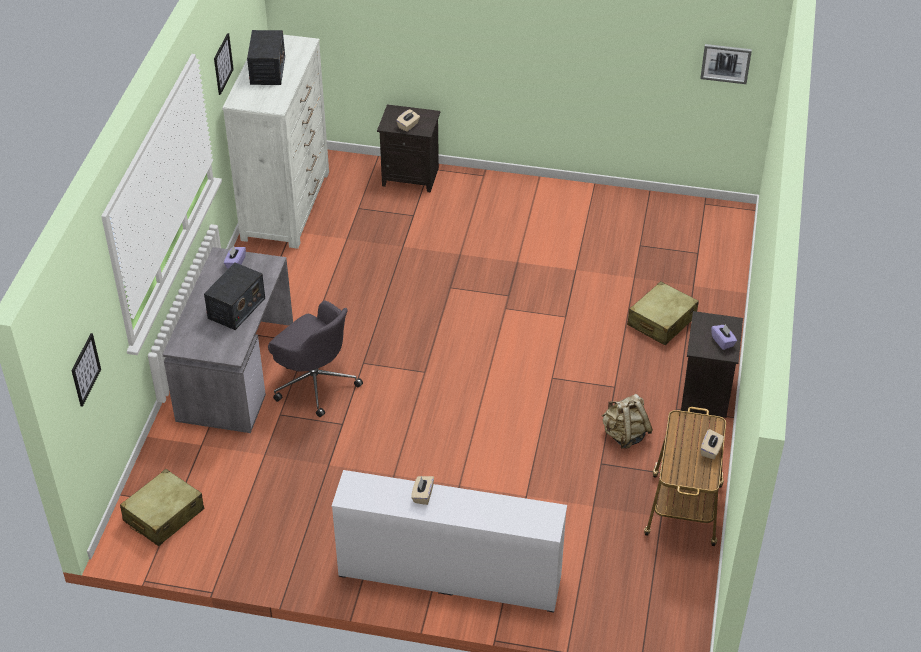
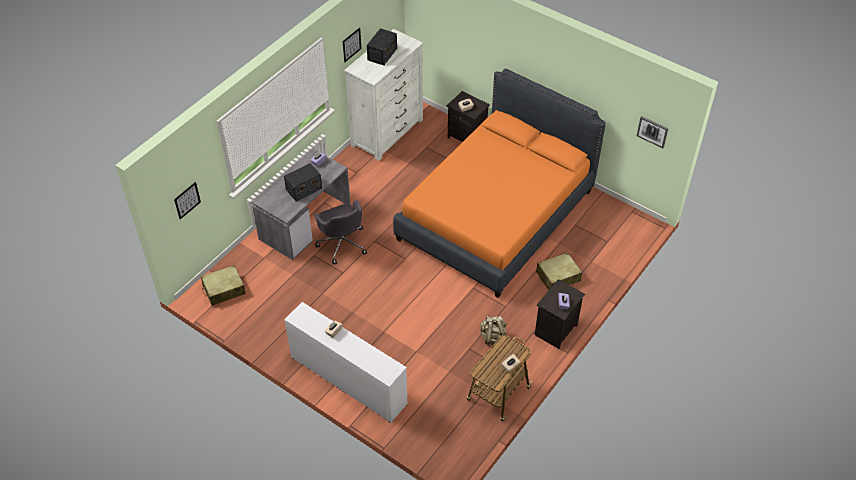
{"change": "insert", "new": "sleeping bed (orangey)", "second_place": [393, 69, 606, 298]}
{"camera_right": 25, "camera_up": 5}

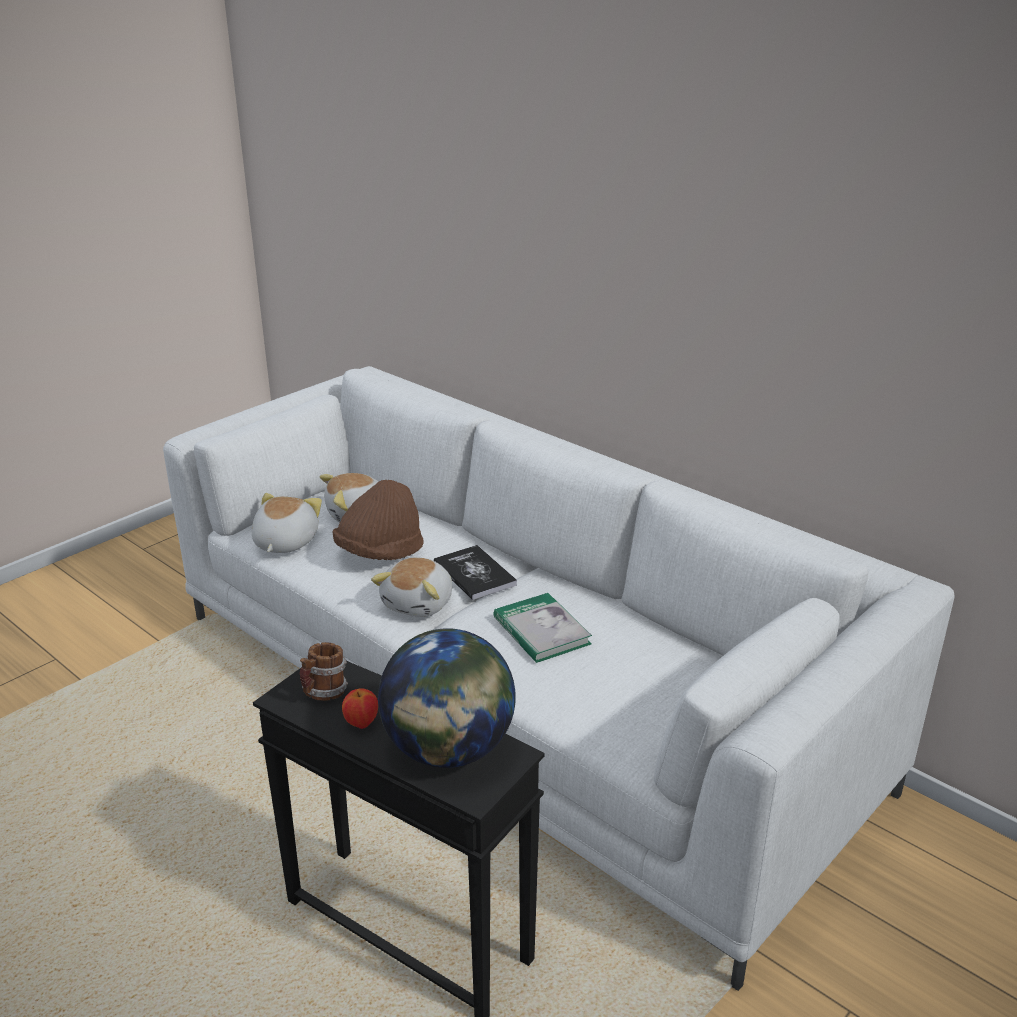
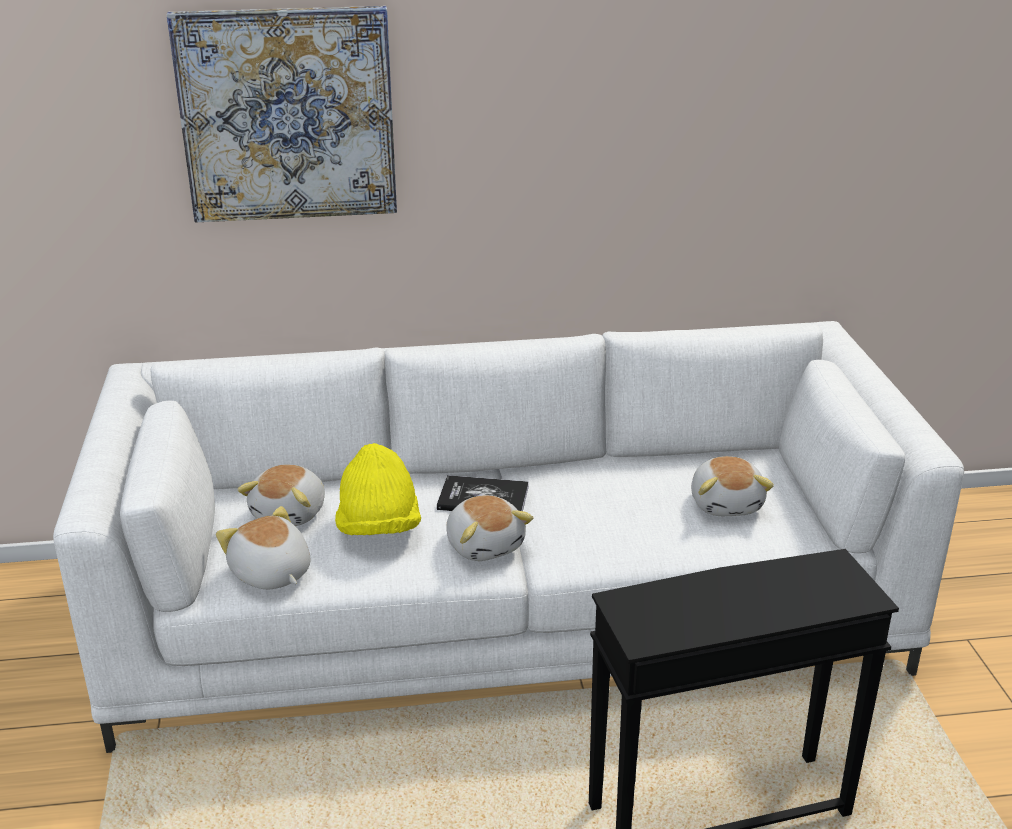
{"change": "insert", "new": "picture", "second_place": [167, 6, 397, 223]}
{"change": "recolor", "old": "wearable hat (brownish)", "new": "wearable hat (yellowish)", "first_place": [333, 480, 424, 560], "second_place": [335, 443, 421, 535]}
{"change": "insert", "new": "soft toy", "second_place": [691, 456, 774, 516]}
{"change": "delete", "old": "coffee mug", "first_place": [299, 642, 348, 701]}
{"change": "delete", "old": "whole apple", "first_place": [342, 688, 378, 729]}
{"change": "delete", "old": "world globe", "first_place": [378, 628, 516, 768]}
{"change": "delete", "old": "volume", "first_place": [494, 593, 592, 663]}
{"camera_right": -50, "camera_up": 0}

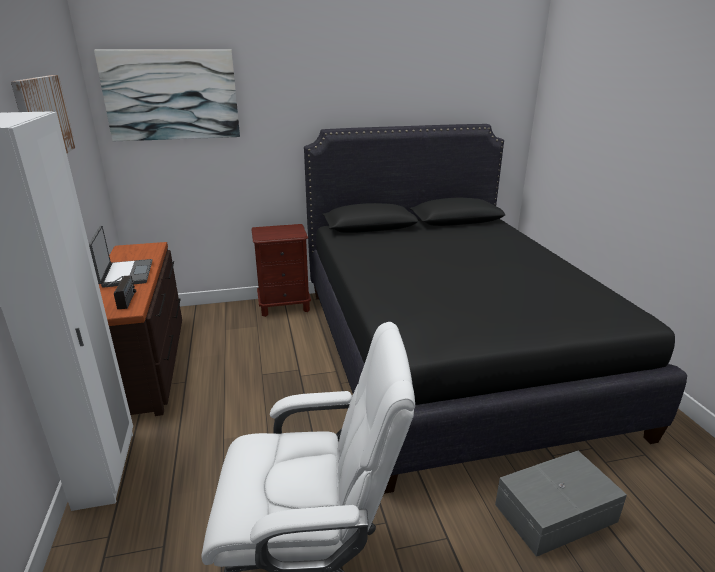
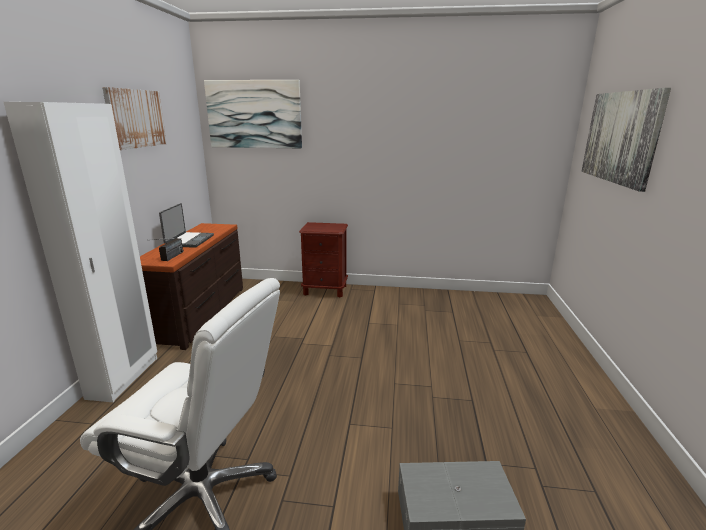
{"change": "insert", "new": "picture", "second_place": [581, 88, 671, 192]}
{"change": "delete", "old": "sleeping bed (black)", "first_place": [304, 124, 687, 494]}
{"camera_right": 20, "camera_up": -5}

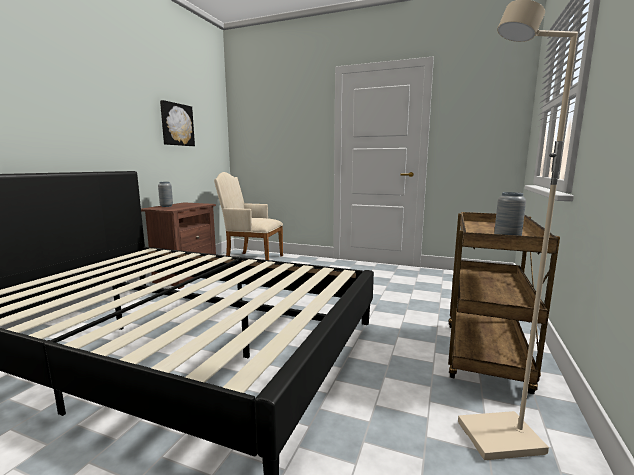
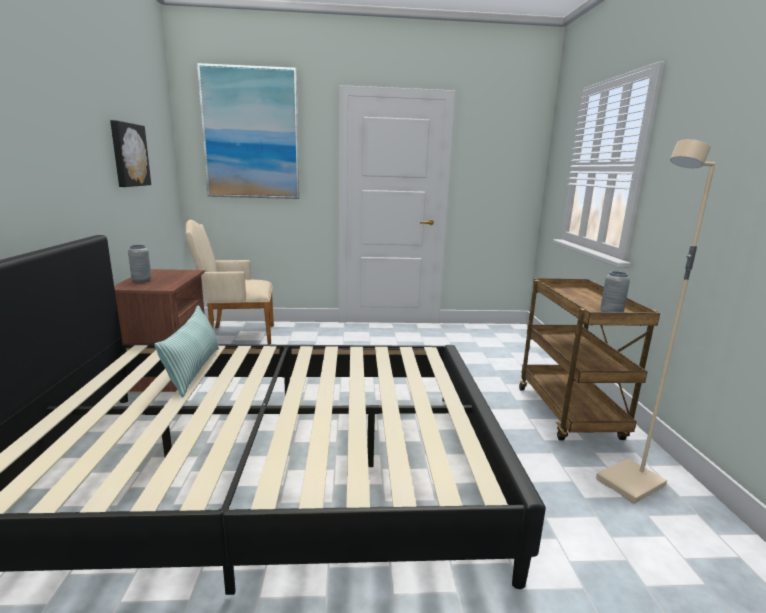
{"change": "insert", "new": "throw pillow", "second_place": [154, 305, 219, 397]}
{"change": "insert", "new": "picture", "second_place": [197, 63, 300, 199]}
{"camera_right": -25, "camera_up": 5}

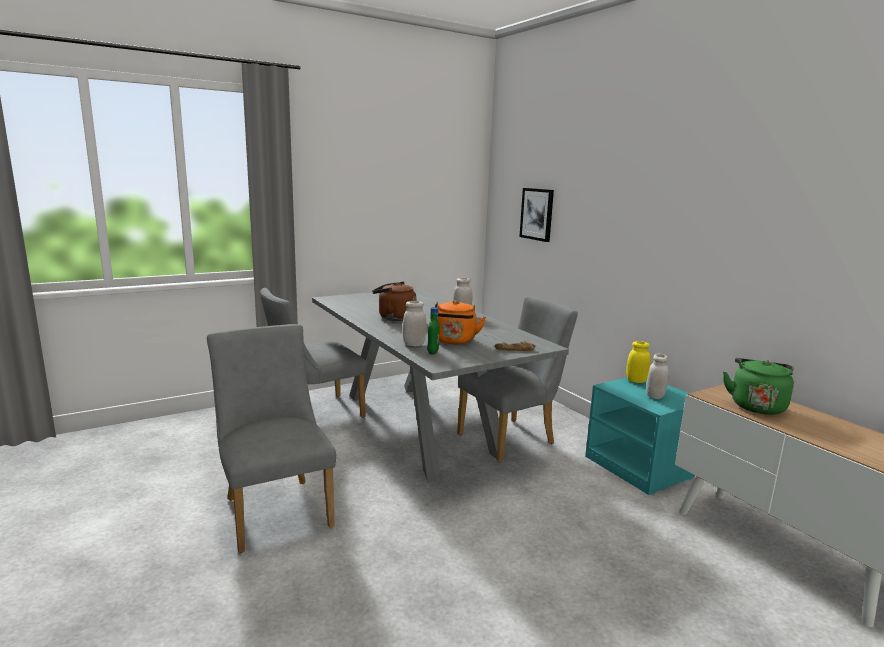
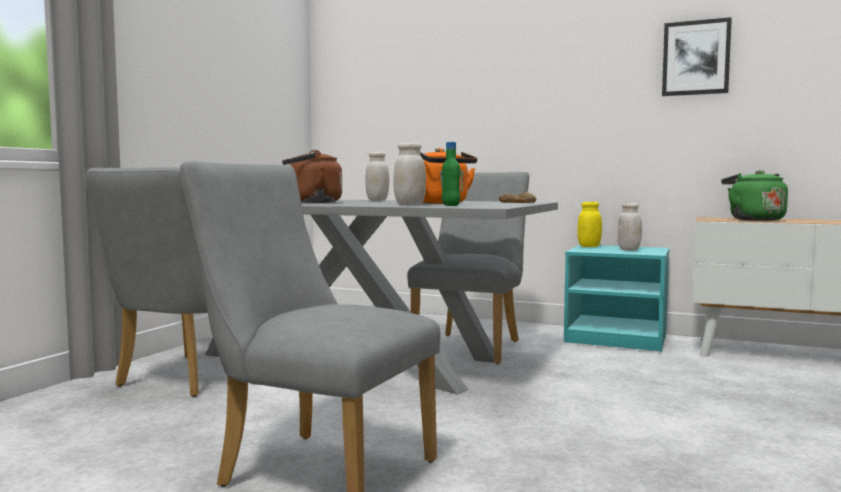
{"change": "move", "old": "picture", "first_place": [519, 188, 554, 242], "second_place": [662, 17, 732, 96]}
{"camera_right": -35, "camera_up": -10}

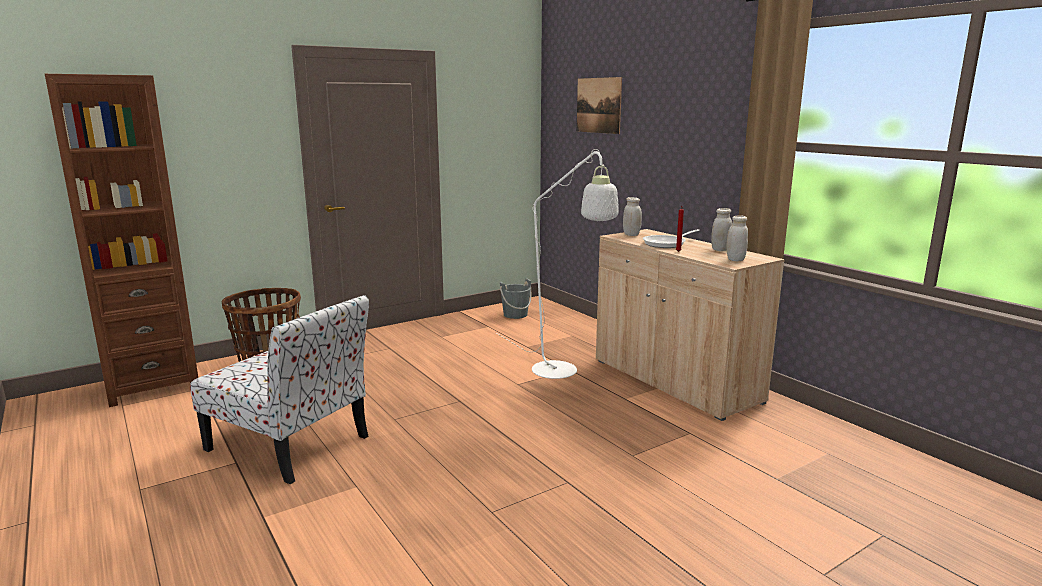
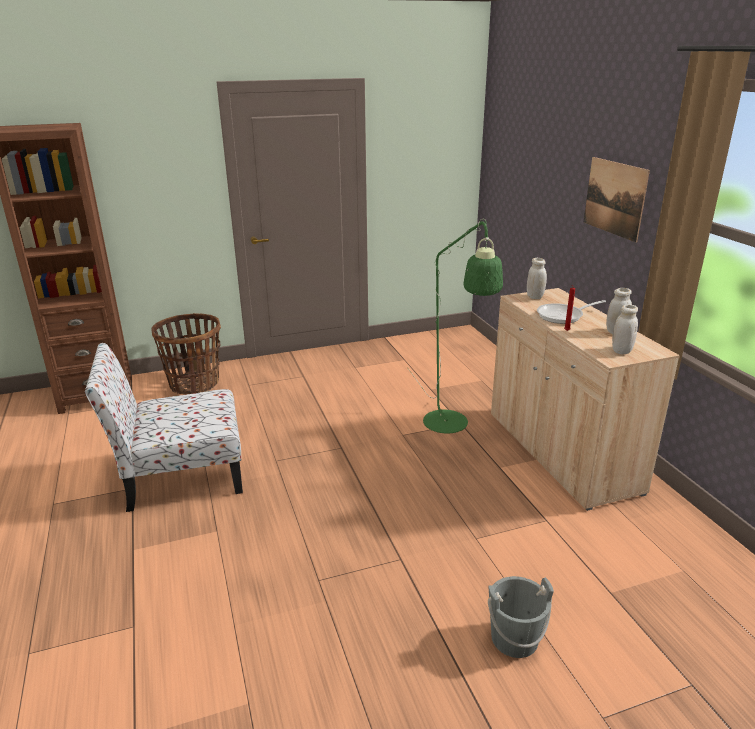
{"change": "rotate", "old": "plain chair", "first_place": [190, 295, 369, 484], "second_place": [85, 343, 243, 512], "degrees": 120}
{"change": "recolor", "old": "standard lamp (white-coloured)", "new": "standard lamp (greenish)", "first_place": [495, 149, 619, 379], "second_place": [408, 219, 503, 433]}
{"change": "move", "old": "bucket (gray)", "first_place": [500, 279, 531, 319], "second_place": [488, 576, 554, 658]}
{"change": "move", "old": "picture", "first_place": [577, 77, 622, 134], "second_place": [584, 157, 650, 242]}
{"camera_right": 15, "camera_up": 10}

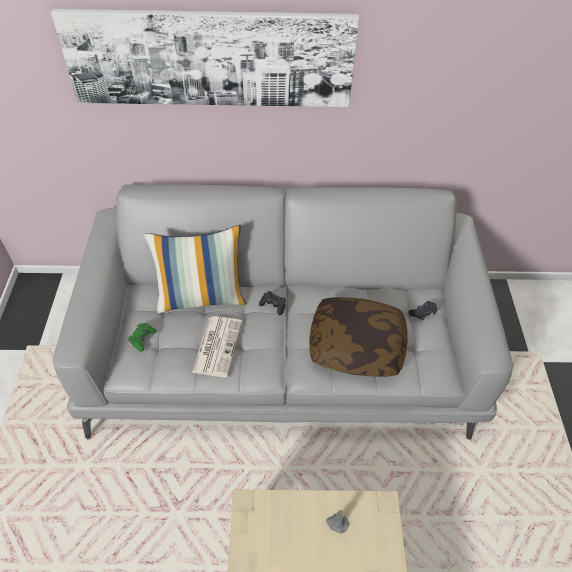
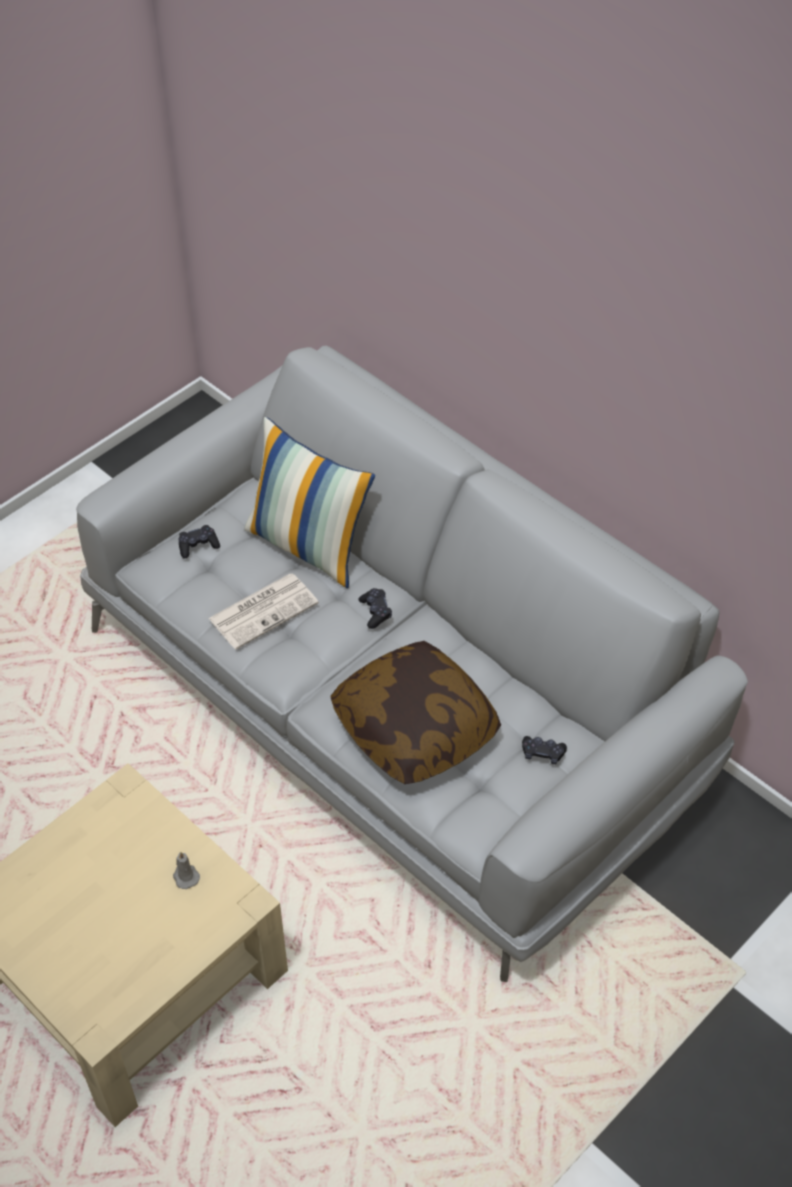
{"change": "recolor", "old": "gamepad (greenish)", "new": "gamepad (black)", "first_place": [128, 323, 157, 351], "second_place": [178, 525, 220, 559]}
{"change": "delete", "old": "picture", "first_place": [51, 9, 359, 107]}
{"camera_right": 45, "camera_up": 0}

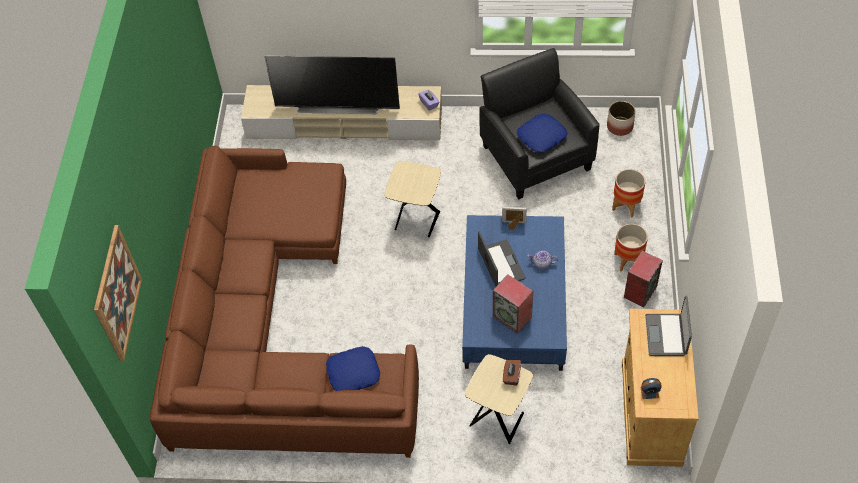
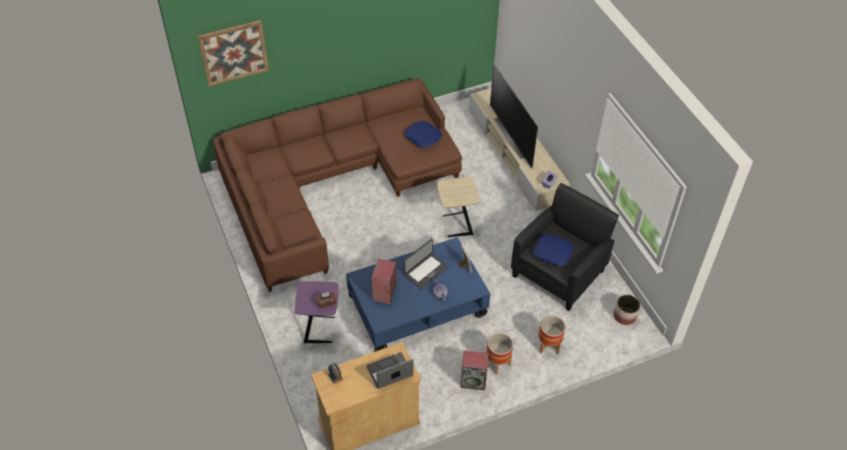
{"change": "recolor", "old": "side table (sand-coloured)", "new": "side table (purplish)", "first_place": [465, 354, 533, 444], "second_place": [295, 281, 339, 343]}
{"change": "move", "old": "throw pillow (blue)", "first_place": [326, 346, 380, 391], "second_place": [405, 121, 442, 148]}
{"camera_right": 60, "camera_up": -5}

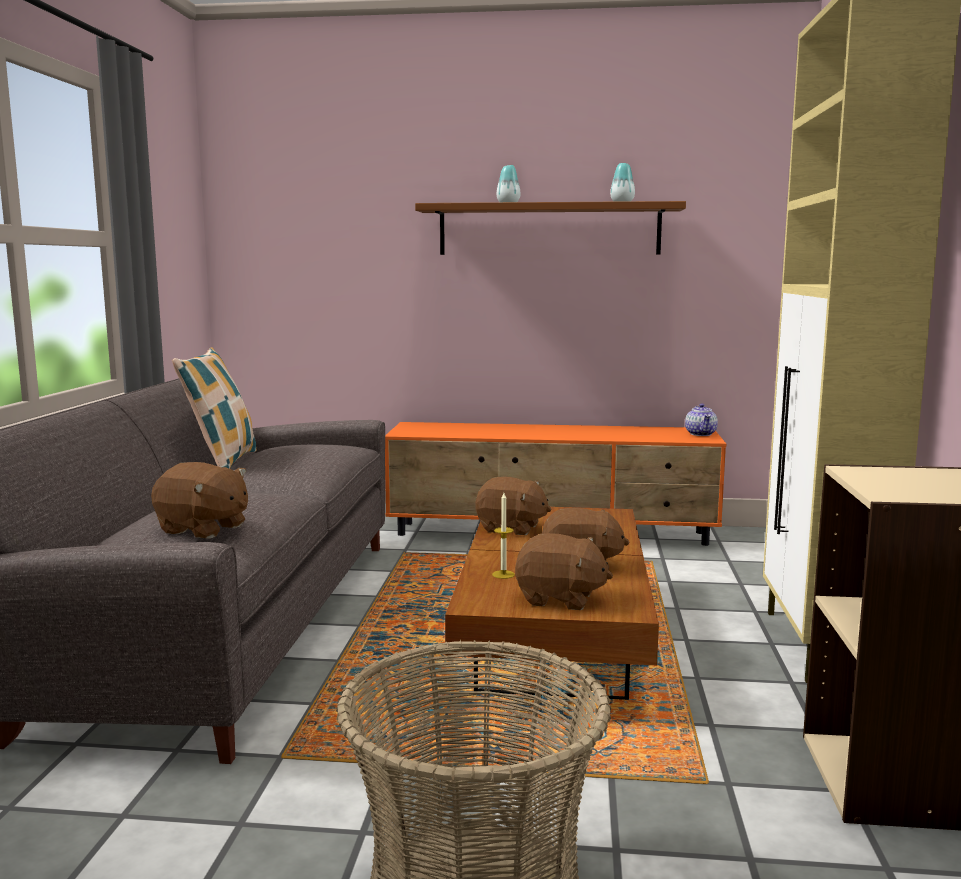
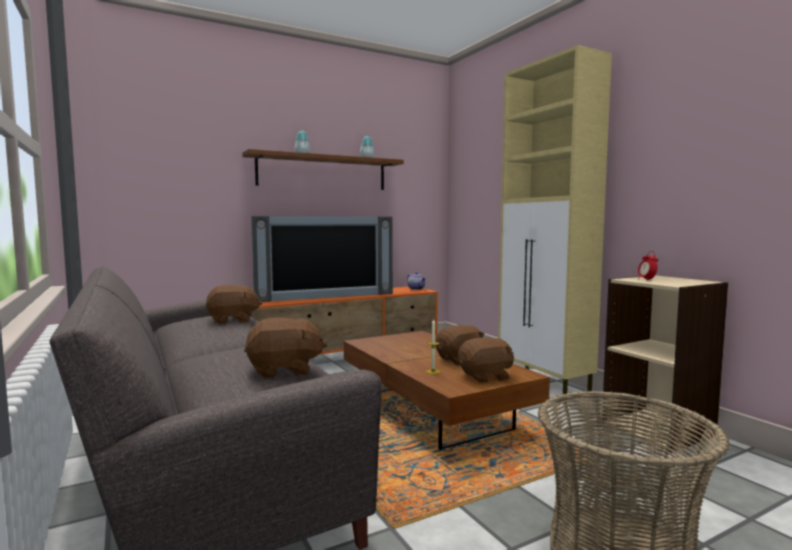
{"change": "move", "old": "soft toy (brownish)", "first_place": [475, 477, 552, 535], "second_place": [205, 285, 262, 324]}
{"change": "insert", "new": "TV", "second_place": [251, 216, 393, 302]}
{"change": "insert", "new": "bedside clock", "second_place": [638, 251, 658, 281]}
{"change": "delete", "old": "throw pillow", "first_place": [172, 347, 257, 469]}
{"camera_right": -35, "camera_up": -5}

